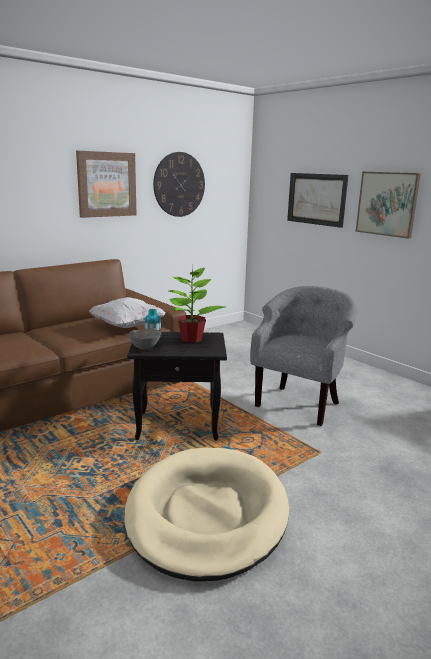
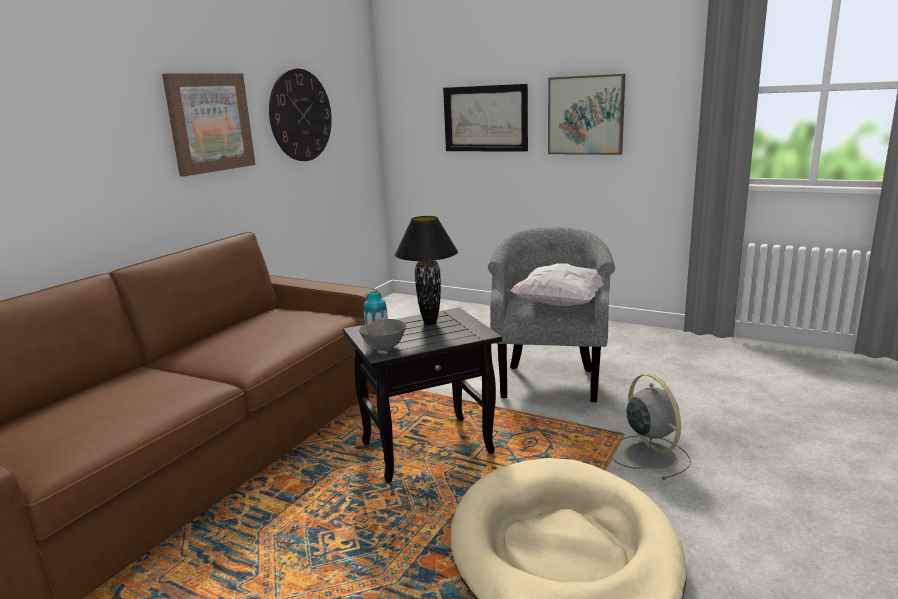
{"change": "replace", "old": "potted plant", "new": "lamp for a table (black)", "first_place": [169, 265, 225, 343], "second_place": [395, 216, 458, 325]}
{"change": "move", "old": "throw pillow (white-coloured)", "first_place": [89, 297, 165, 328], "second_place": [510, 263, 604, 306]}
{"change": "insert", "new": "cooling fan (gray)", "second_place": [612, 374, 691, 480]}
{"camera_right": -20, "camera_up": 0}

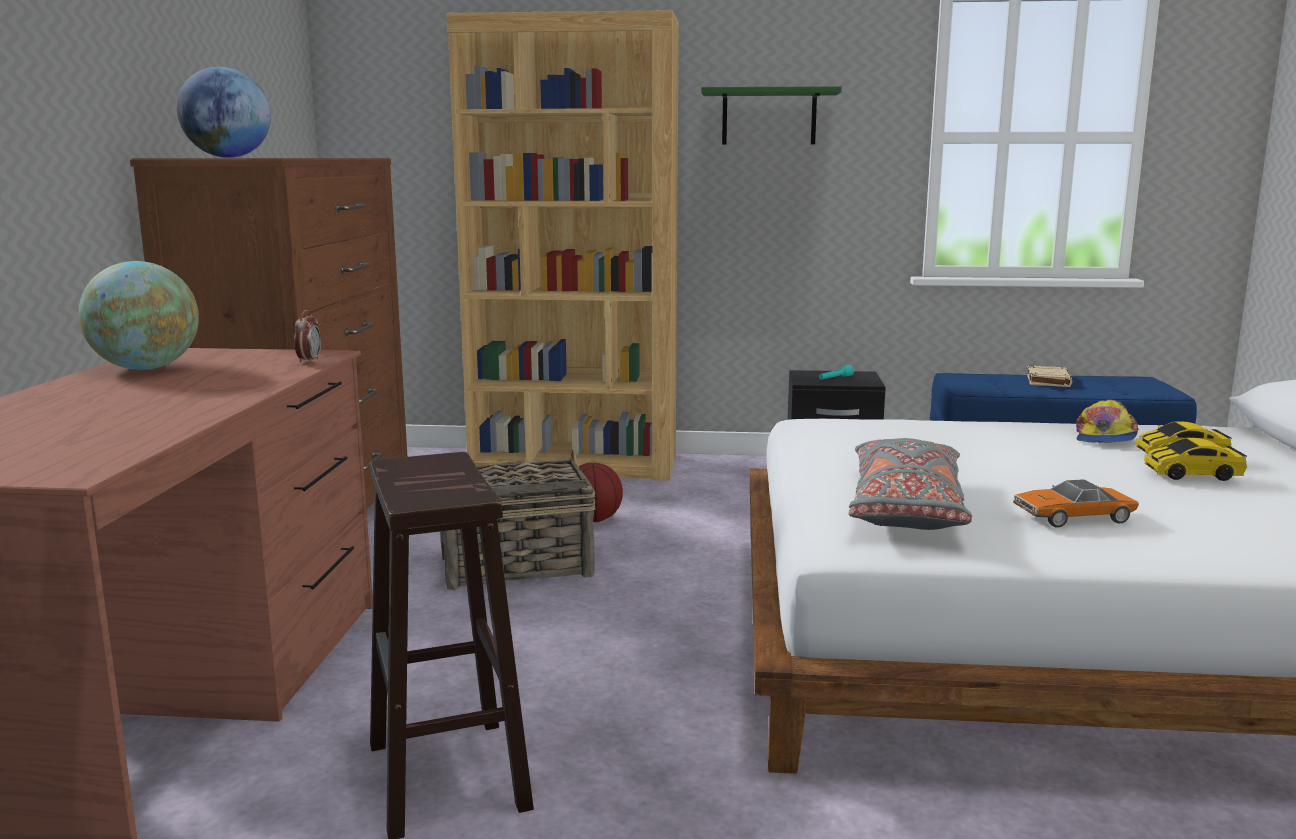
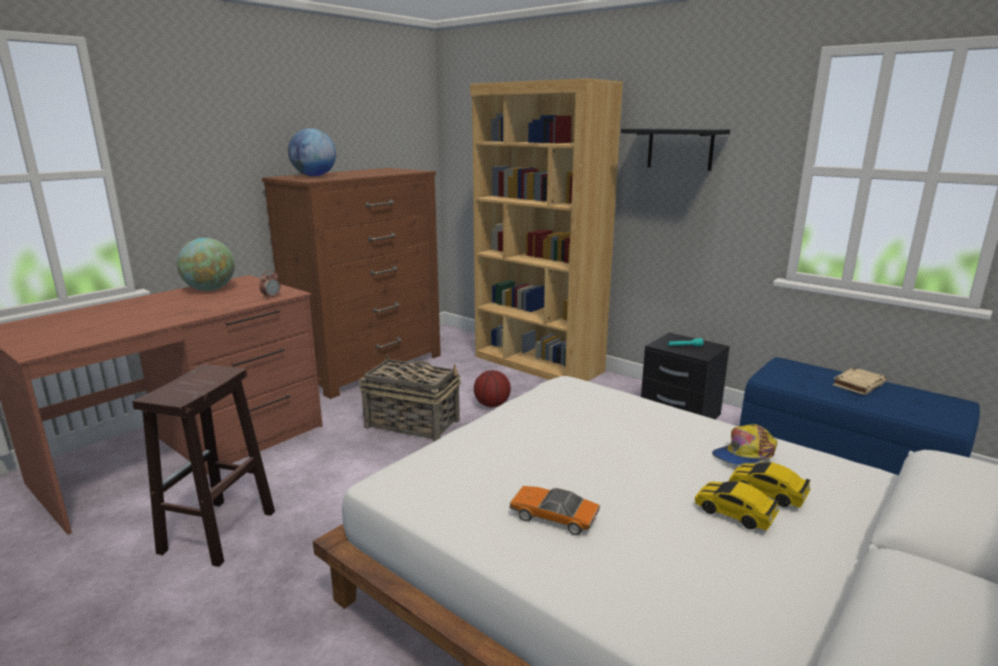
{"change": "recolor", "old": "bracket shelf (greenish)", "new": "bracket shelf (black)", "first_place": [701, 86, 842, 144], "second_place": [621, 128, 730, 171]}
{"change": "delete", "old": "throw pillow (gray)", "first_place": [849, 438, 972, 530]}
{"camera_right": 35, "camera_up": 5}

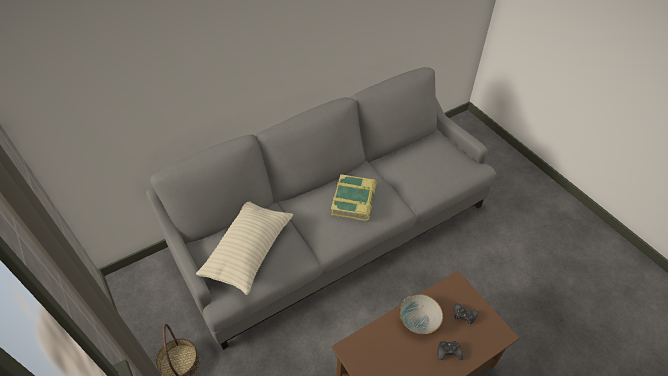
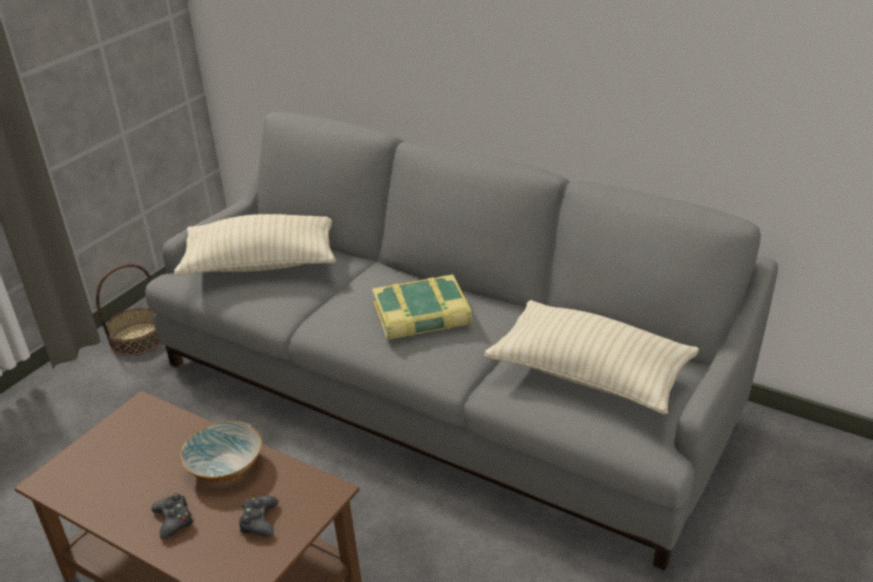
{"change": "insert", "new": "throw pillow (sand-coloured)", "second_place": [484, 300, 699, 414]}
{"camera_right": 65, "camera_up": -15}

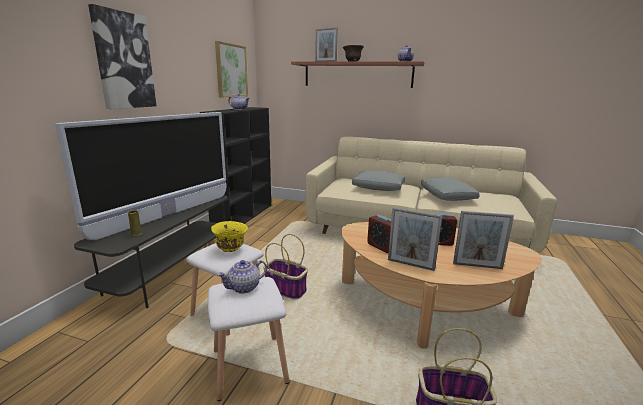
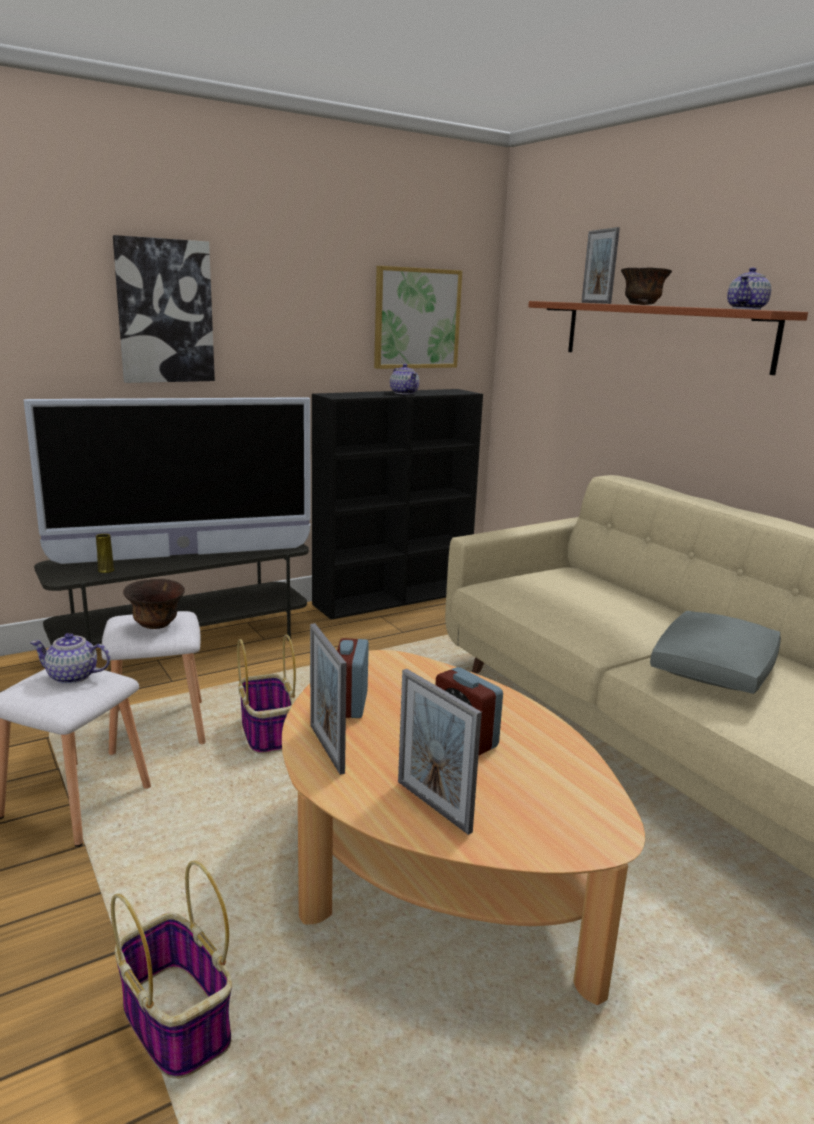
{"change": "recolor", "old": "serving bowl (yellowish)", "new": "serving bowl (brownish)", "first_place": [211, 221, 248, 252], "second_place": [123, 579, 185, 629]}
{"change": "delete", "old": "throw pillow (gray)", "first_place": [352, 170, 405, 191]}
{"camera_right": 40, "camera_up": 0}

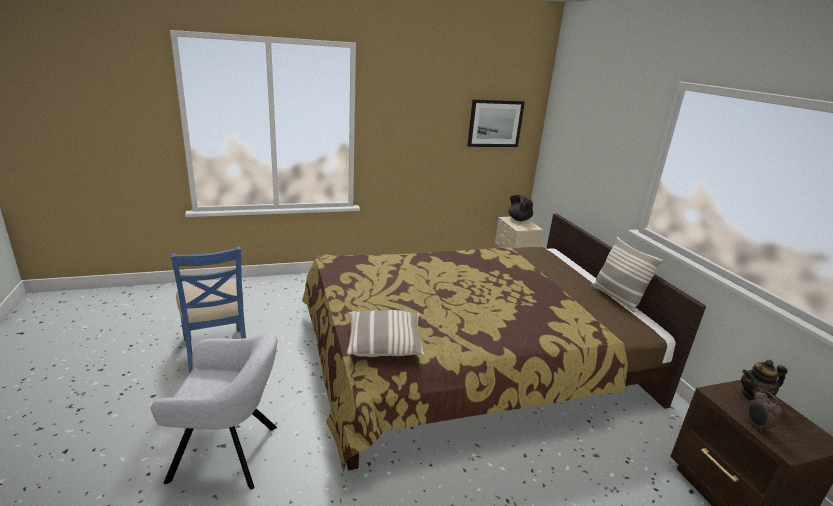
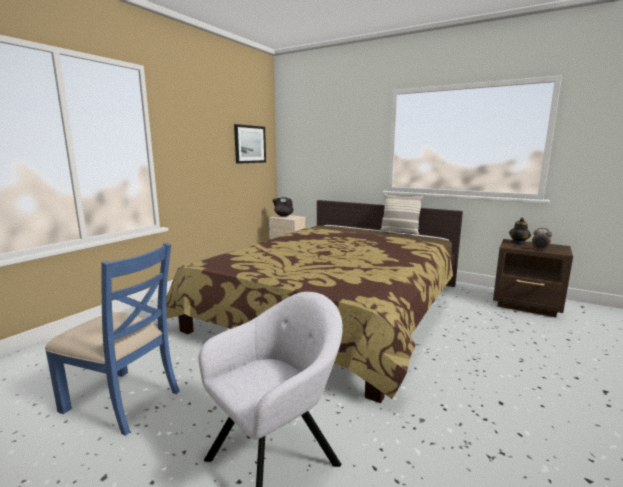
{"change": "delete", "old": "throw pillow", "first_place": [347, 310, 424, 357]}
{"camera_right": -40, "camera_up": -10}

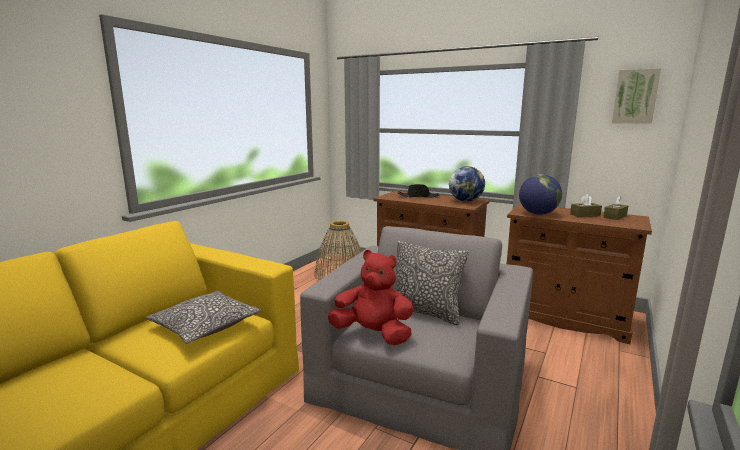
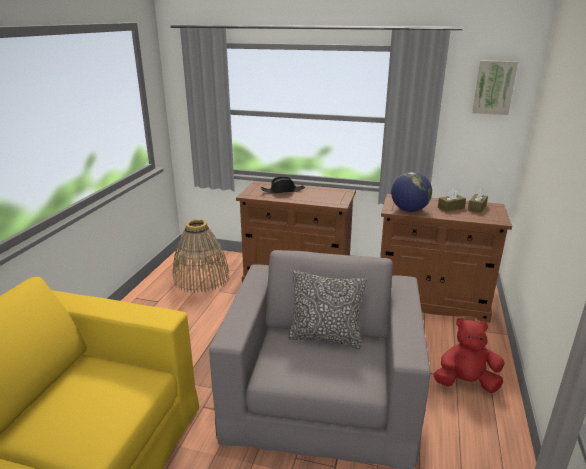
{"change": "move", "old": "soft toy (red)", "first_place": [328, 250, 414, 345], "second_place": [434, 318, 505, 393]}
{"change": "delete", "old": "throw pillow", "first_place": [146, 291, 261, 344]}
{"change": "delete", "old": "world globe", "first_place": [449, 166, 485, 202]}
{"camera_right": -15, "camera_up": 10}

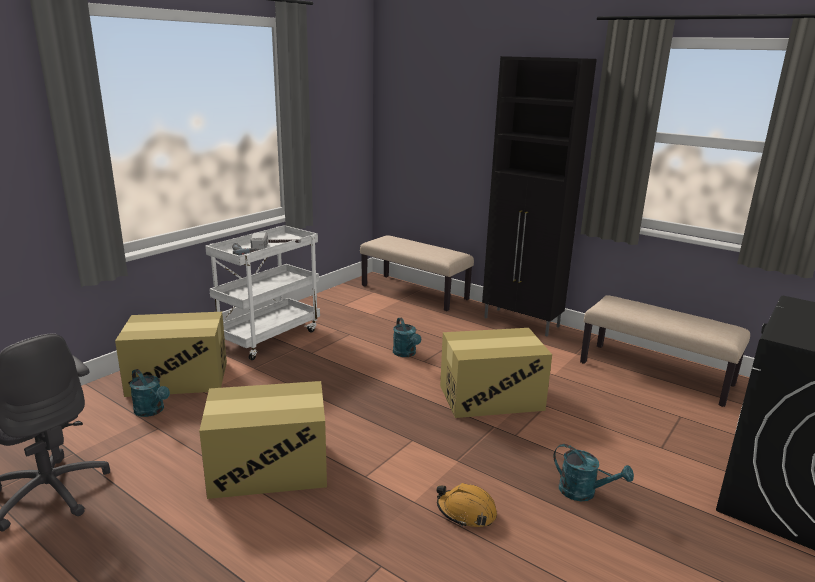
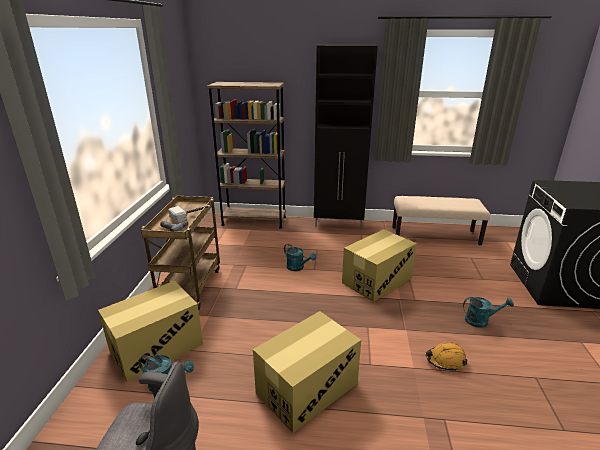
{"change": "recolor", "old": "cart (white-coloured)", "new": "cart (brownish)", "first_place": [205, 225, 320, 360], "second_place": [141, 196, 220, 310]}
{"change": "replace", "old": "bench (sand-coloured)", "new": "shelving unit (brownish)", "first_place": [360, 235, 474, 311], "second_place": [207, 82, 286, 229]}
{"camera_right": -30, "camera_up": 5}

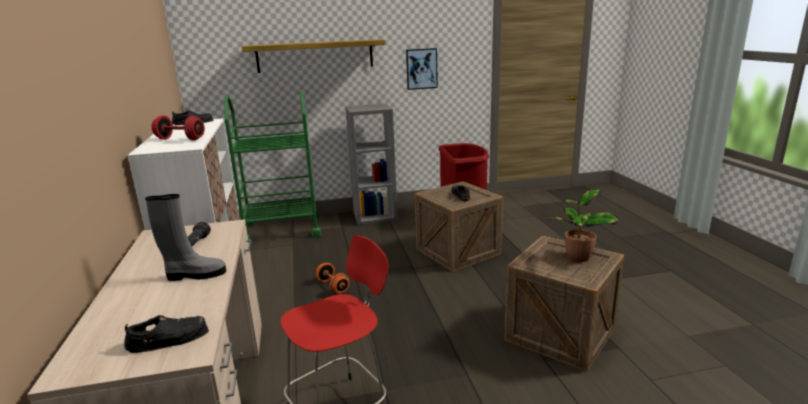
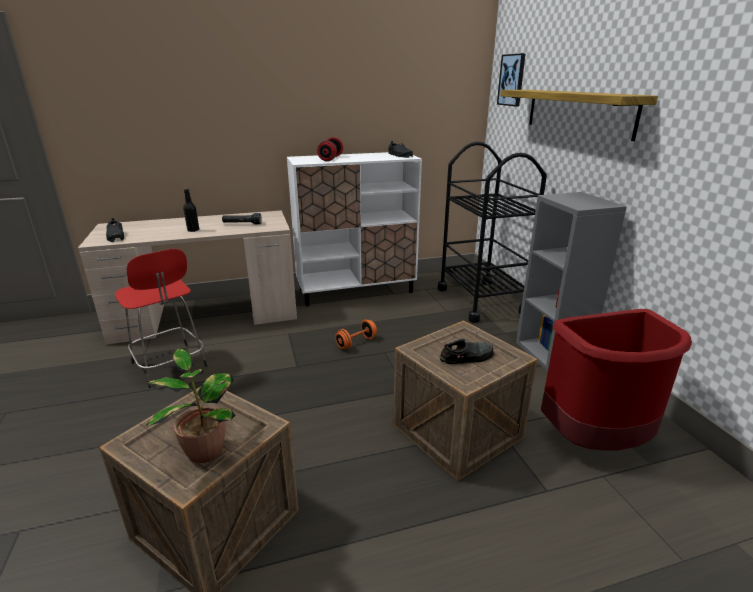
{"change": "replace", "old": "boot (gray)", "new": "drink bottle (black)", "first_place": [145, 194, 226, 281], "second_place": [183, 188, 199, 232]}
{"change": "recolor", "old": "cart (greenish)", "new": "cart (black)", "first_place": [224, 91, 321, 240], "second_place": [438, 141, 547, 323]}
{"change": "move", "old": "picture", "first_place": [406, 48, 438, 90], "second_place": [497, 53, 526, 107]}
{"camera_right": 85, "camera_up": 5}

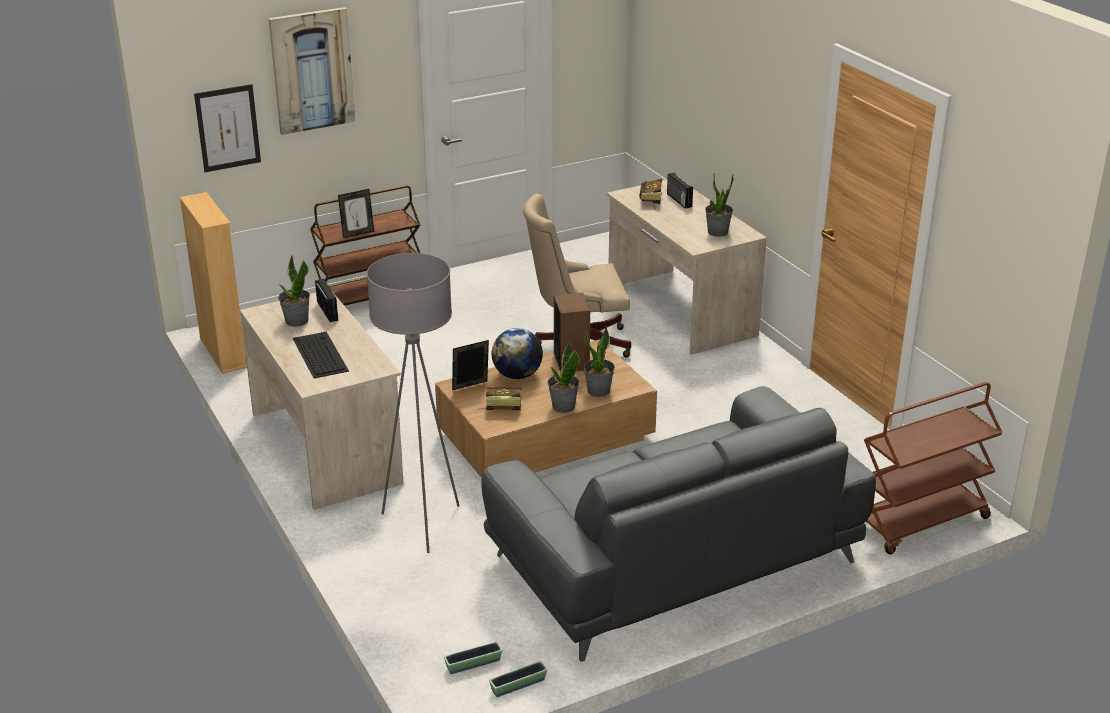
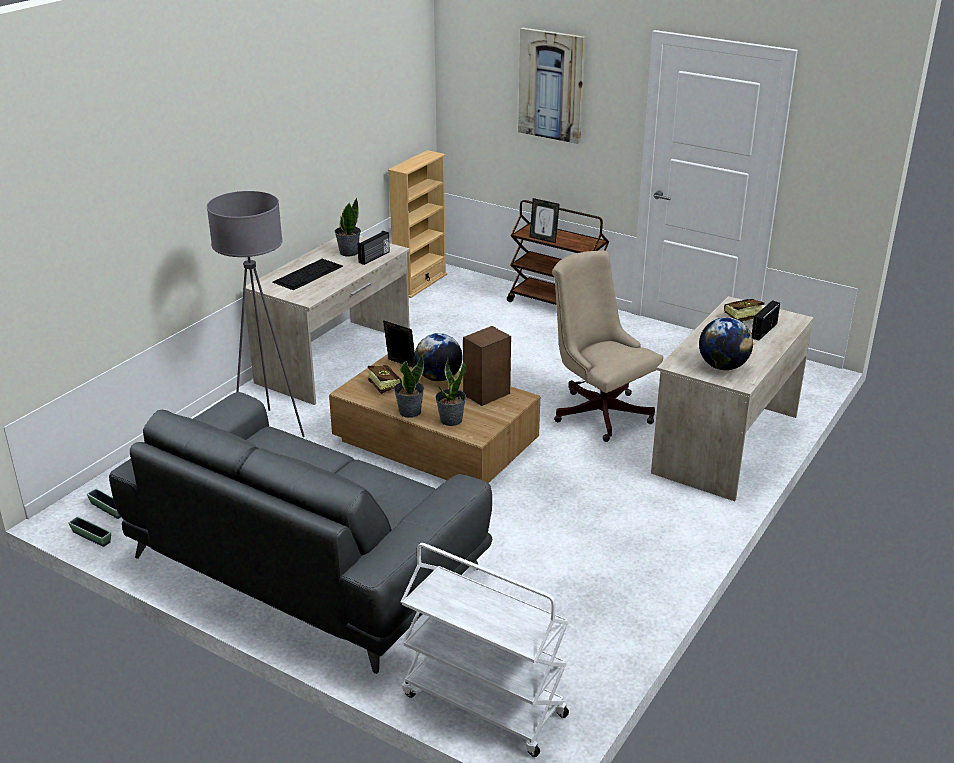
{"change": "recolor", "old": "cart (brownish)", "new": "cart (white-coloured)", "first_place": [864, 382, 1003, 554], "second_place": [401, 543, 569, 757]}
{"change": "replace", "old": "potted plant", "new": "world globe", "first_place": [705, 173, 734, 237], "second_place": [699, 317, 753, 370]}
{"change": "delete", "old": "picture", "first_place": [194, 84, 261, 172]}
{"camera_right": 60, "camera_up": 0}

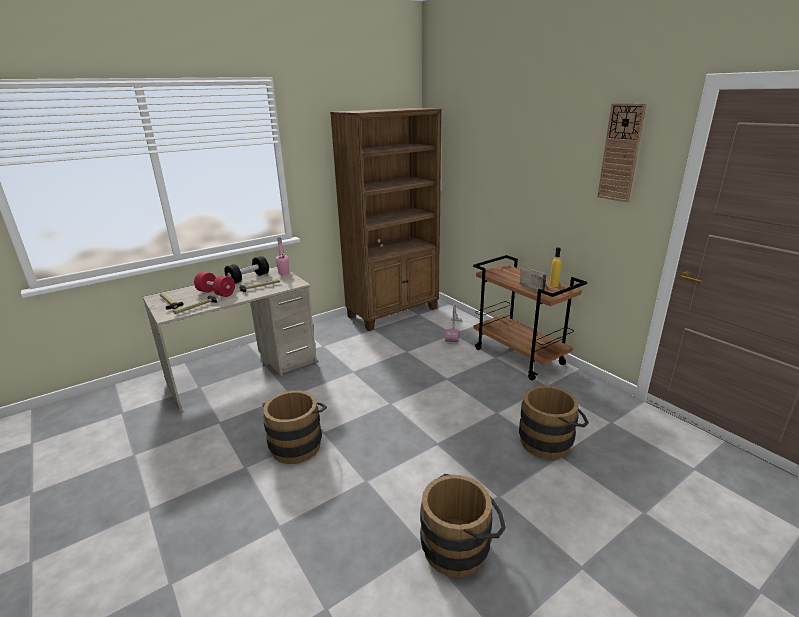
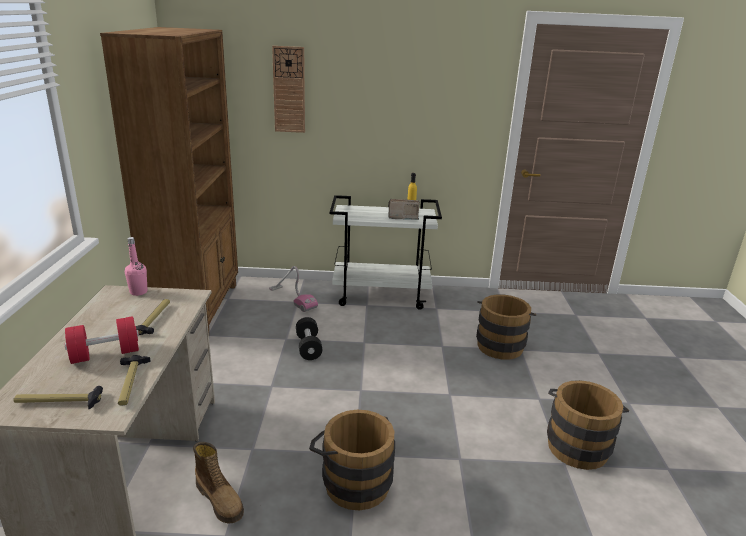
{"change": "insert", "new": "boot", "second_place": [193, 442, 244, 524]}
{"change": "move", "old": "clock on the wall", "first_place": [597, 103, 647, 202], "second_place": [272, 46, 305, 133]}
{"change": "move", "old": "dumbbell (black)", "first_place": [224, 256, 269, 284], "second_place": [296, 317, 322, 360]}
{"change": "recolor", "old": "cart (brownish)", "new": "cart (white-coloured)", "first_place": [473, 255, 587, 380], "second_place": [330, 195, 442, 310]}
{"camera_right": -55, "camera_up": 0}

